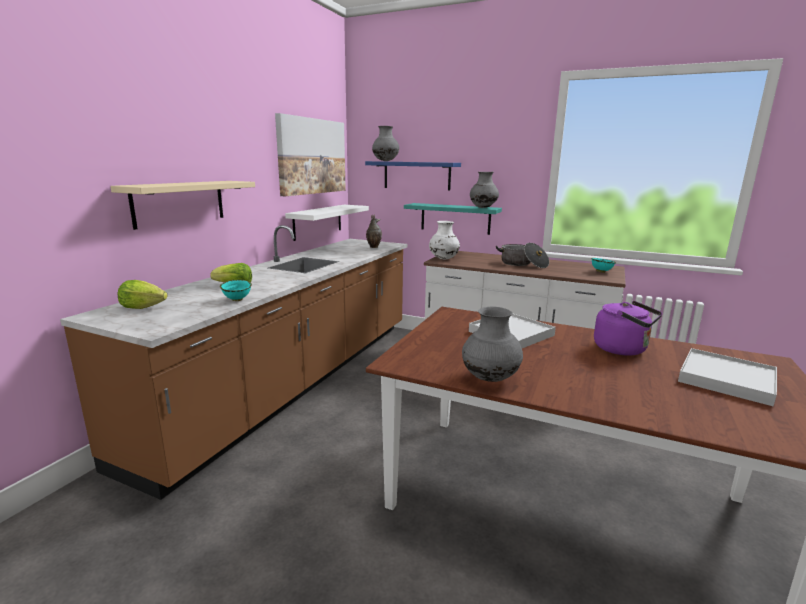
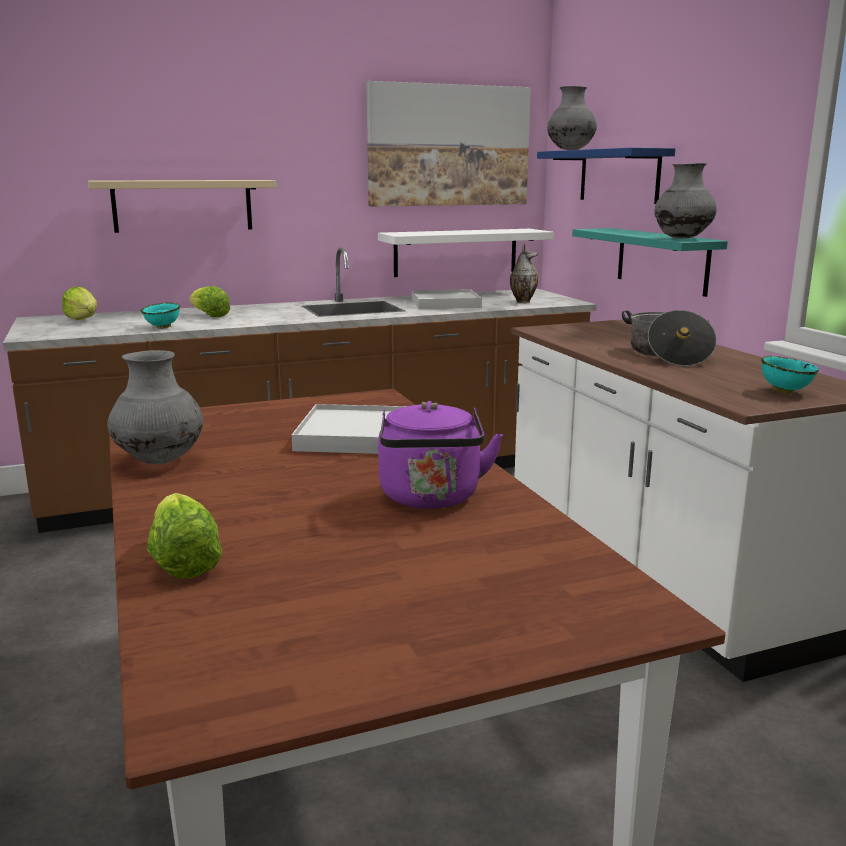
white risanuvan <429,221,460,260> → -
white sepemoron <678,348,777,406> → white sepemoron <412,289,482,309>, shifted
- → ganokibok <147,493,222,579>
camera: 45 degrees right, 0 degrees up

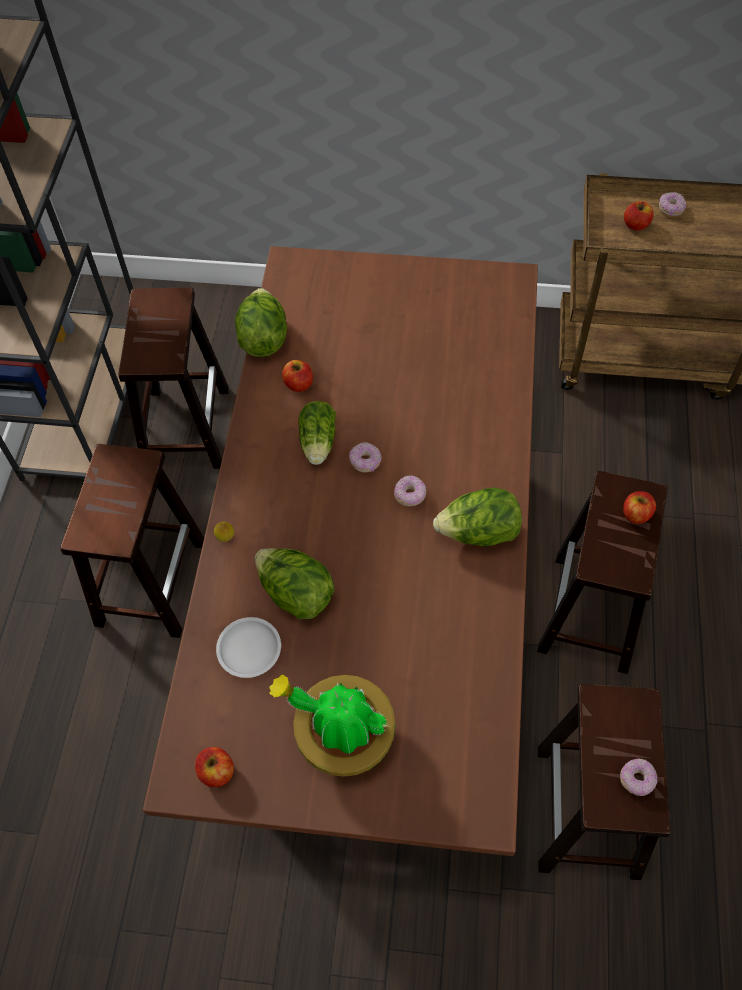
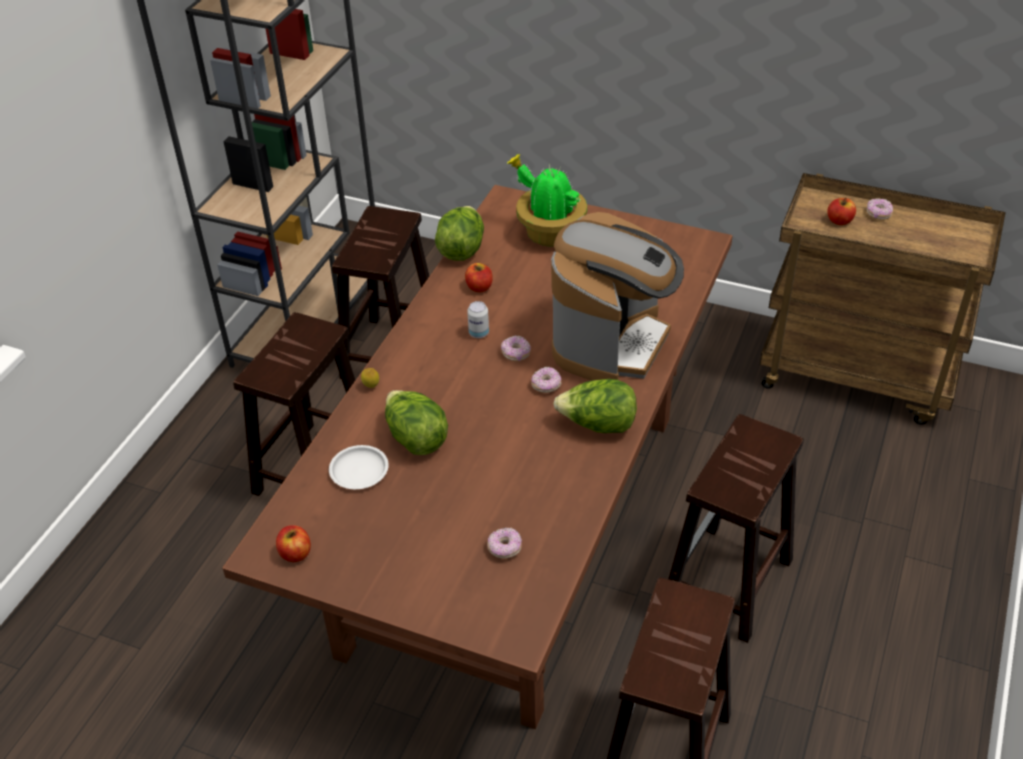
ganokibok <298,401,336,465> → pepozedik <467,301,489,338>
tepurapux <623,491,656,524> → -
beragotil <269,675,395,777> → beragotil <507,154,587,247>, shifted
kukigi <620,758,658,796> → kukigi <487,528,522,559>, shifted
- → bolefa <551,212,684,380>
camera: 15 degrees right, 15 degrees down

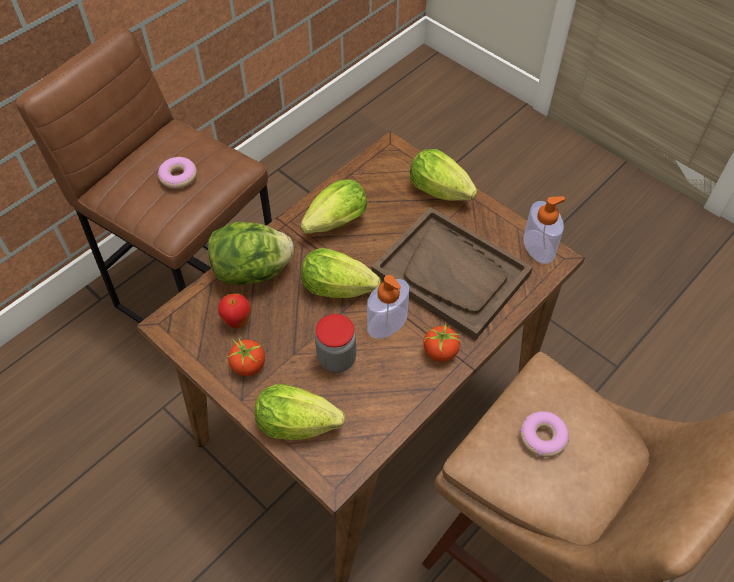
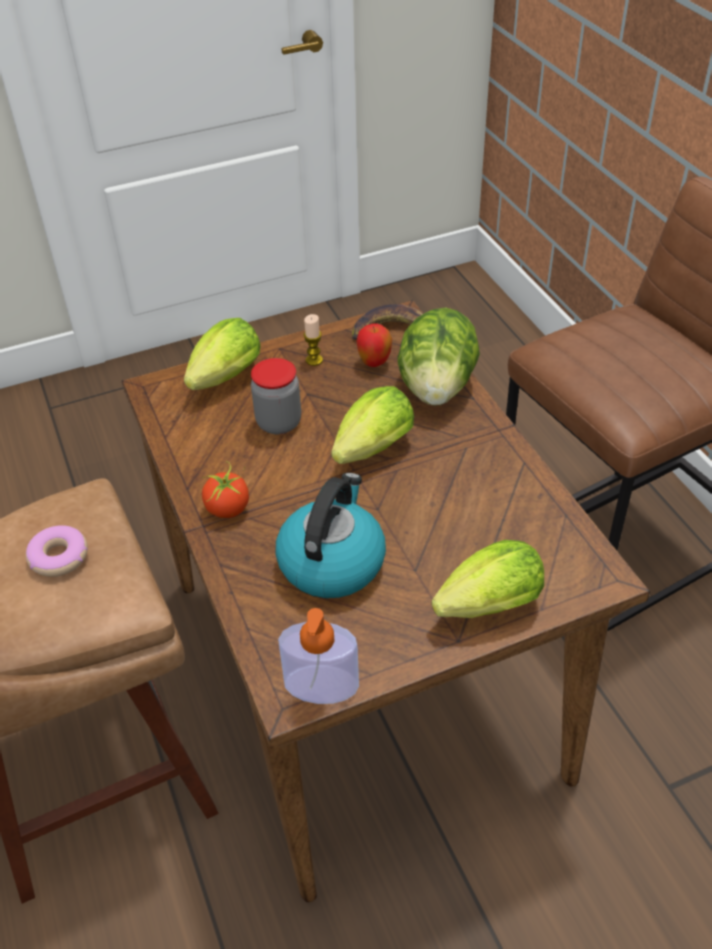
kukigi <158,157,197,189> → -
ganokibok <300,179,367,234> → -
brown sepemoron <371,207,533,341> → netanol <275,473,386,598>
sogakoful <367,275,409,339> → -
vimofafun <227,337,265,376> → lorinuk <304,314,323,366>
- → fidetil <352,304,423,340>
camera: 115 degrees right, 10 degrees down

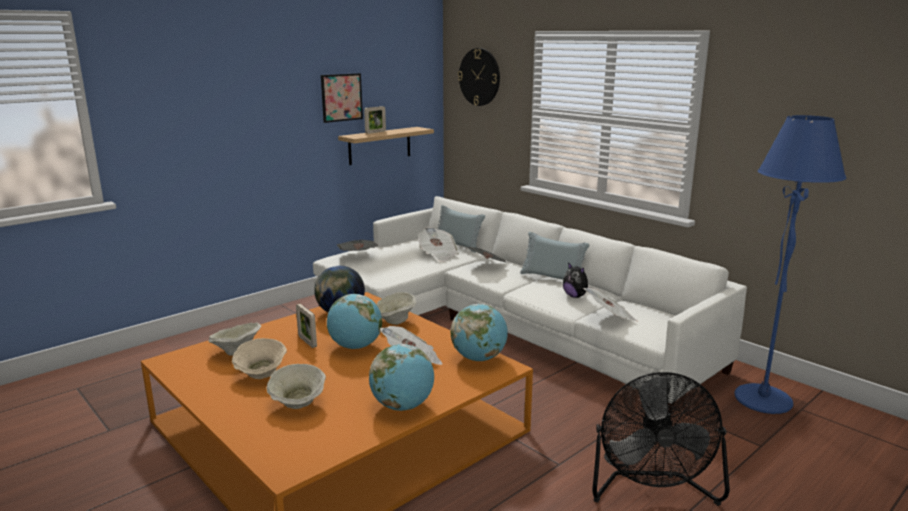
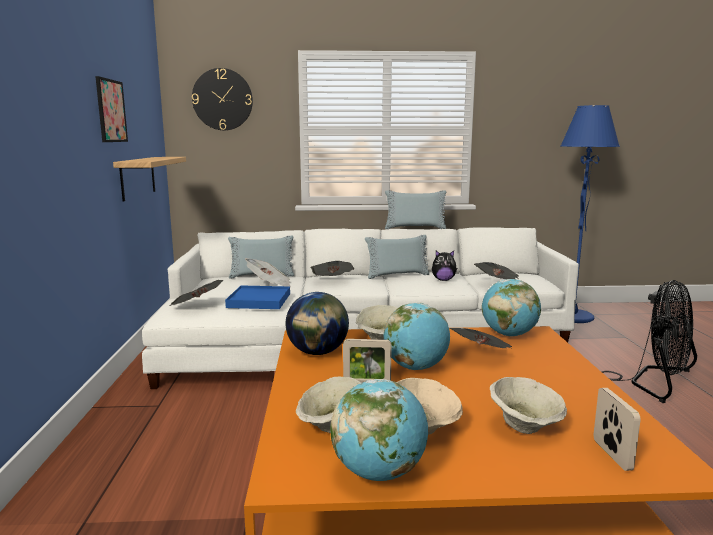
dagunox <364,106,386,134> → dagunox <594,388,641,471>, shifted
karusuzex <369,344,434,411> → karusuzex <330,379,428,481>, shifted
- → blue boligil <385,190,446,229>
- → blue sepemoron <225,285,290,309>
camera: 50 degrees left, 5 degrees down

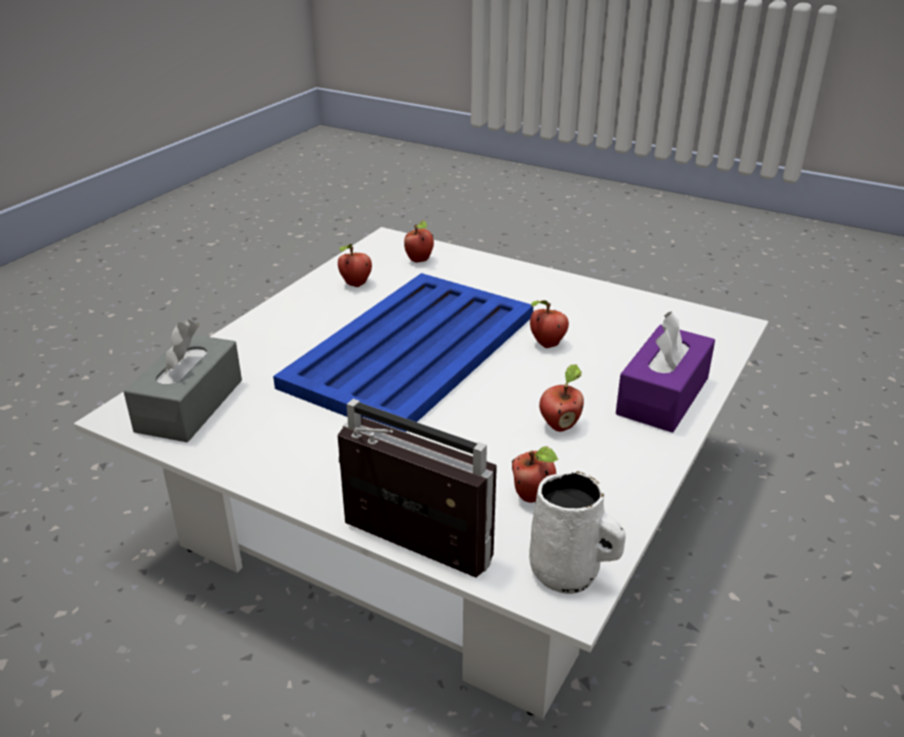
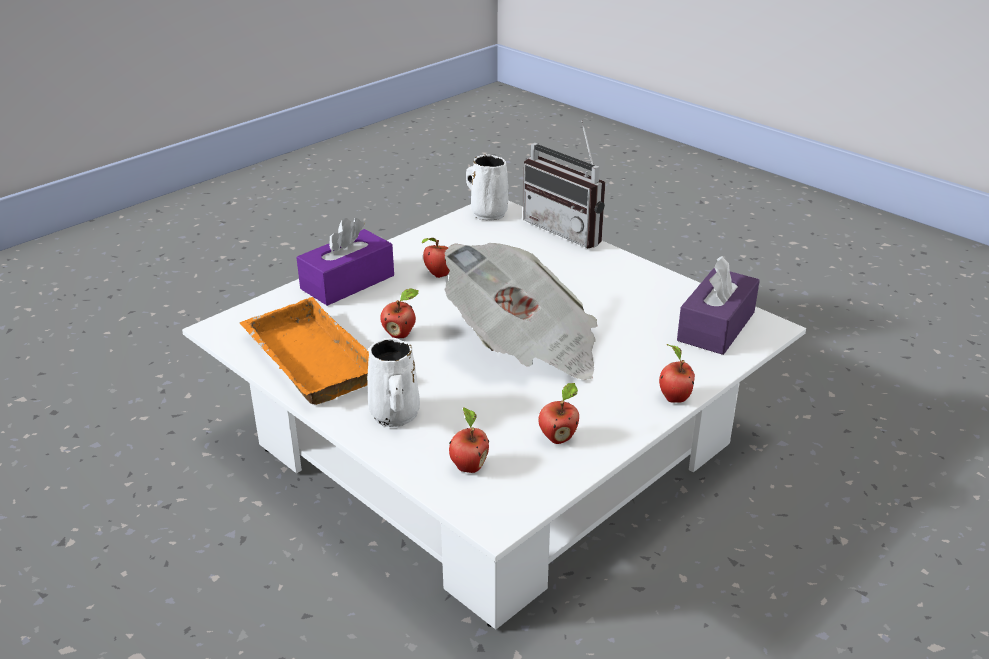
blue sepemoron <273,273,533,432> → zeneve <444,243,598,380>
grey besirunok <123,320,242,443> → purple besirunok <677,256,760,355>
tepurapux <512,446,558,503> → tepurapux <659,344,695,403>, shifted
- → orange sepemoron <239,297,369,405>
- → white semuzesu <367,338,420,427>
camera: 165 degrees left, 0 degrees up

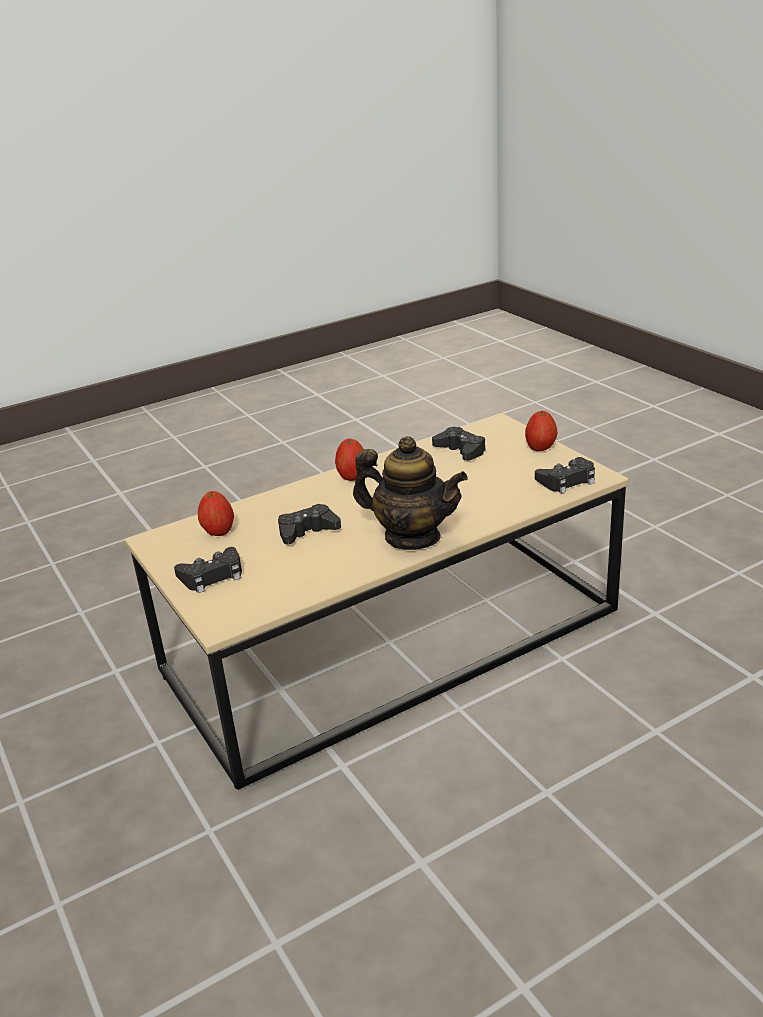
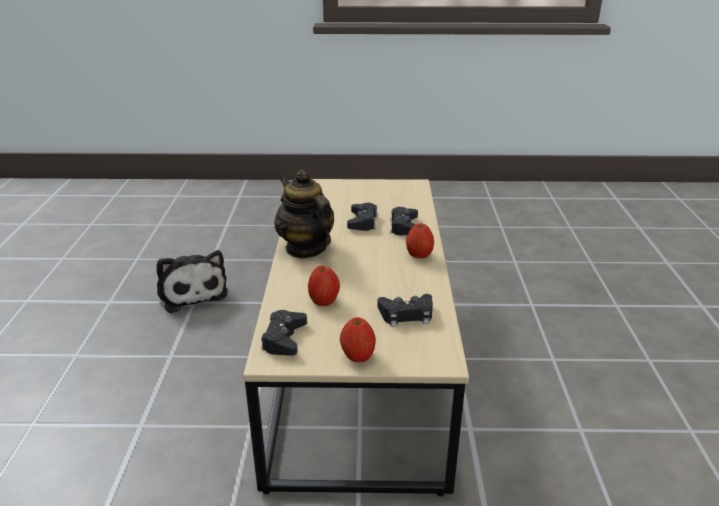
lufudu <353,436,468,550> → lufudu <274,170,334,258>, 90 degrees clockwise
tepurapux <198,491,234,536> → tepurapux <308,266,340,306>, shifted
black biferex <174,547,242,593> → black biferex <390,207,418,235>, shifted
- → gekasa <156,250,228,313>
camera: 120 degrees right, 0 degrees up

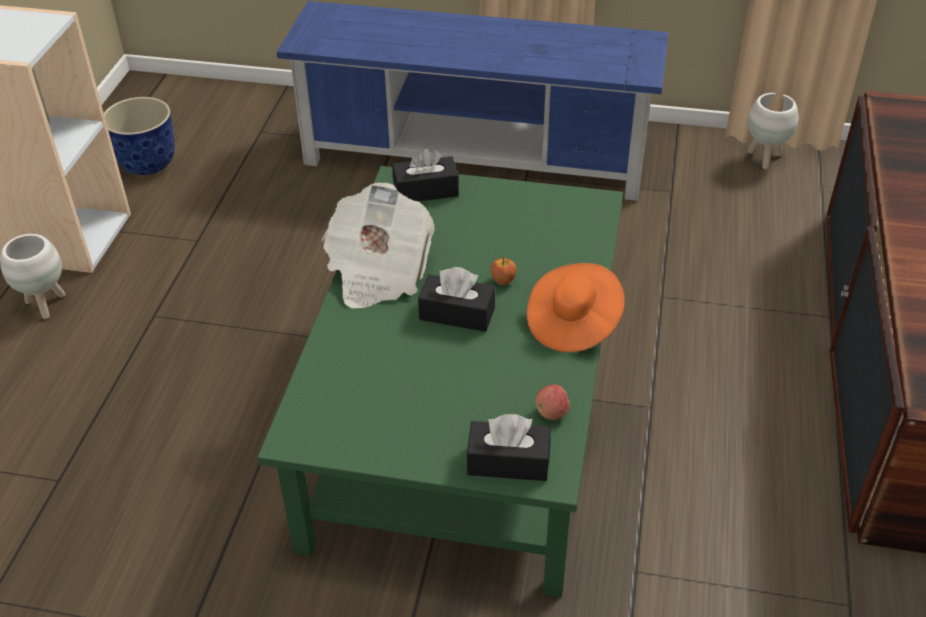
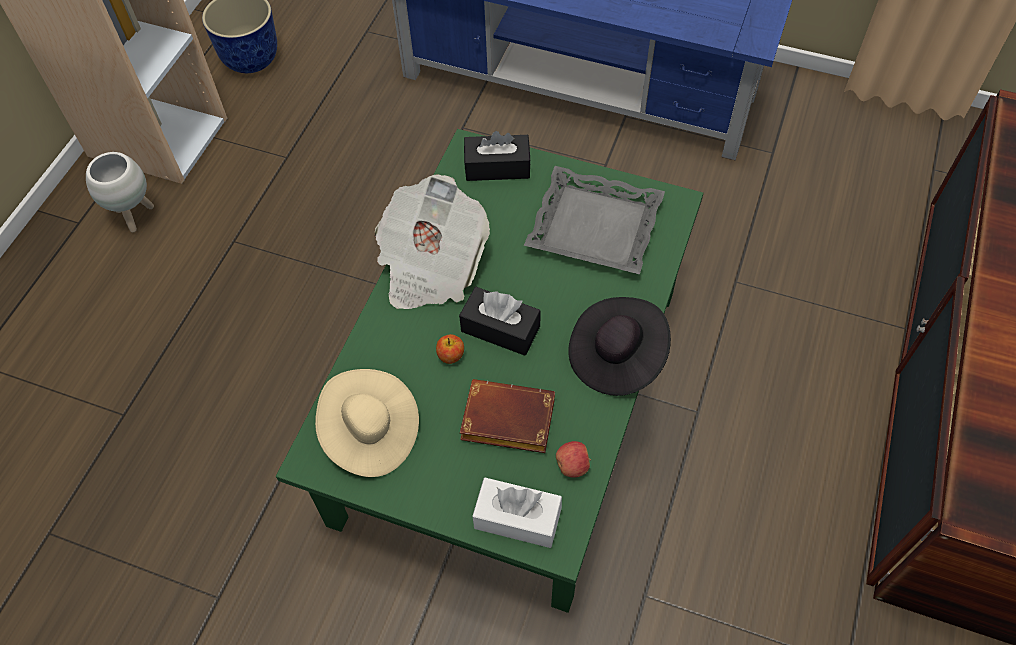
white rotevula <748,93,798,169> → -
tepurapux <491,257,517,285> → tepurapux <436,334,464,364>, shifted
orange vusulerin <527,263,625,352> → black vusulerin <568,297,671,396>
black besirunok <466,414,551,481> → white besirunok <473,478,562,548>
- → grey sepemoron <524,166,665,274>
- → beige vusulerin <315,369,419,477>
- → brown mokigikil <460,379,555,453>
camera: 10 degrees right, 15 degrees up

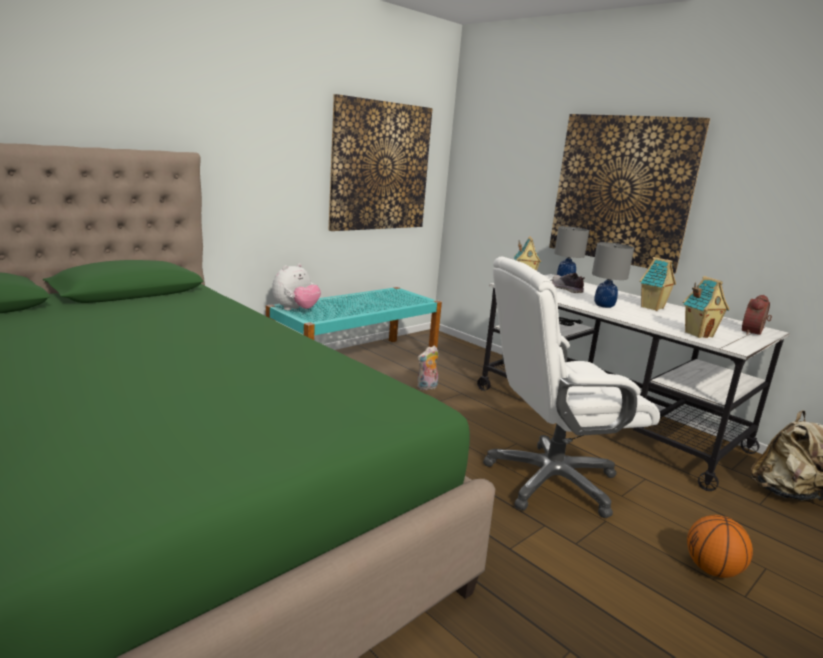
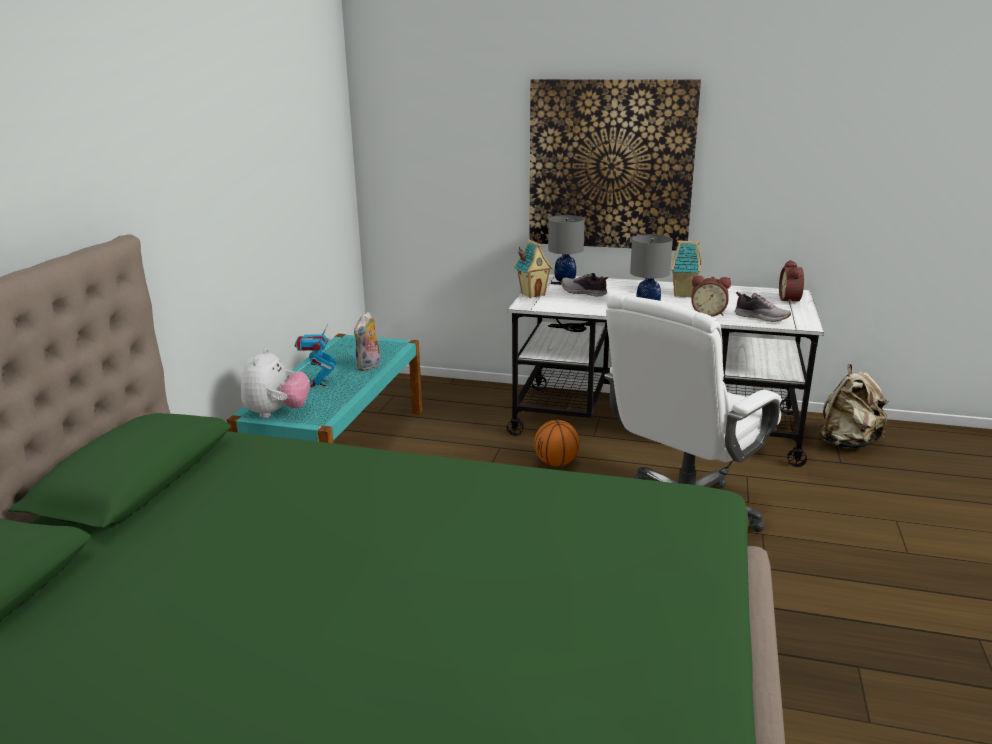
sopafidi <329,94,433,231> → -
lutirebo <683,276,730,338> → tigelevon <735,292,791,322>
gekasa <417,346,438,390> → gekasa <354,311,381,371>, shifted
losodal <687,515,753,578> → losodal <534,420,580,467>, shifted
- → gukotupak <691,275,731,317>
- → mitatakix <295,324,337,387>
camera: 30 degrees left, 5 degrees up

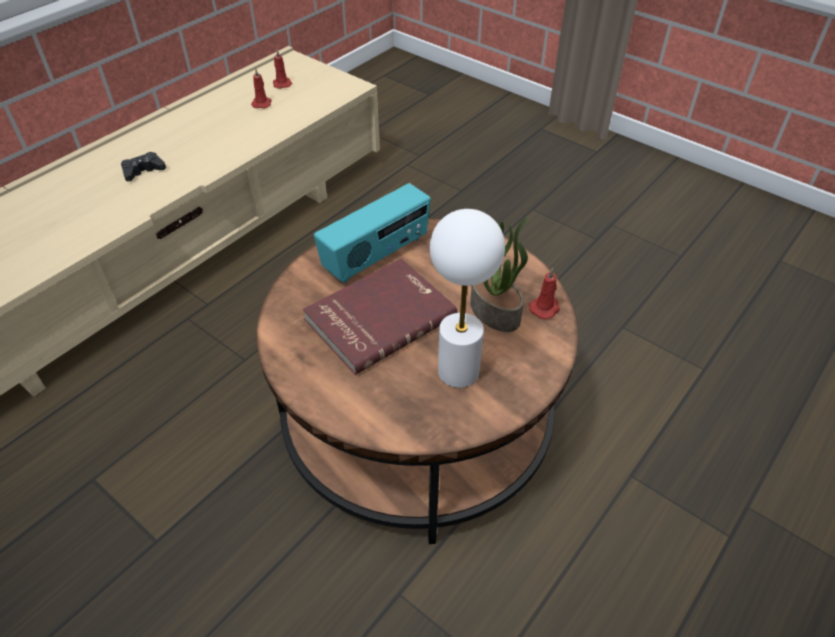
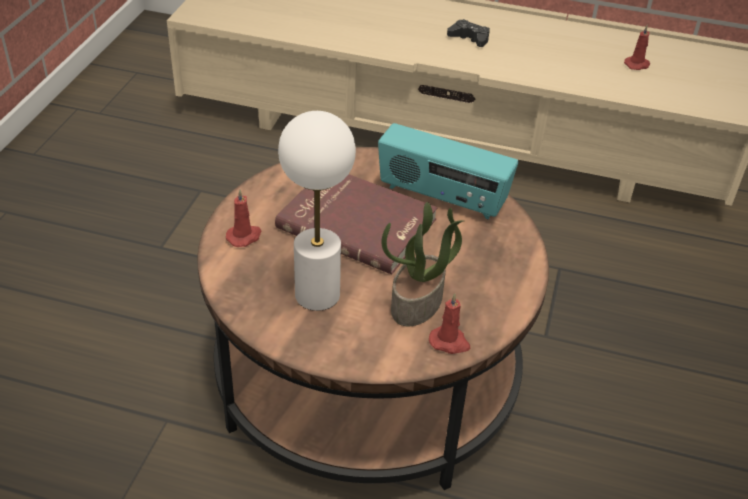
red lorinuk <273,49,292,89> → red lorinuk <226,189,261,247>, shifted
camera: 65 degrees right, 5 degrees down

